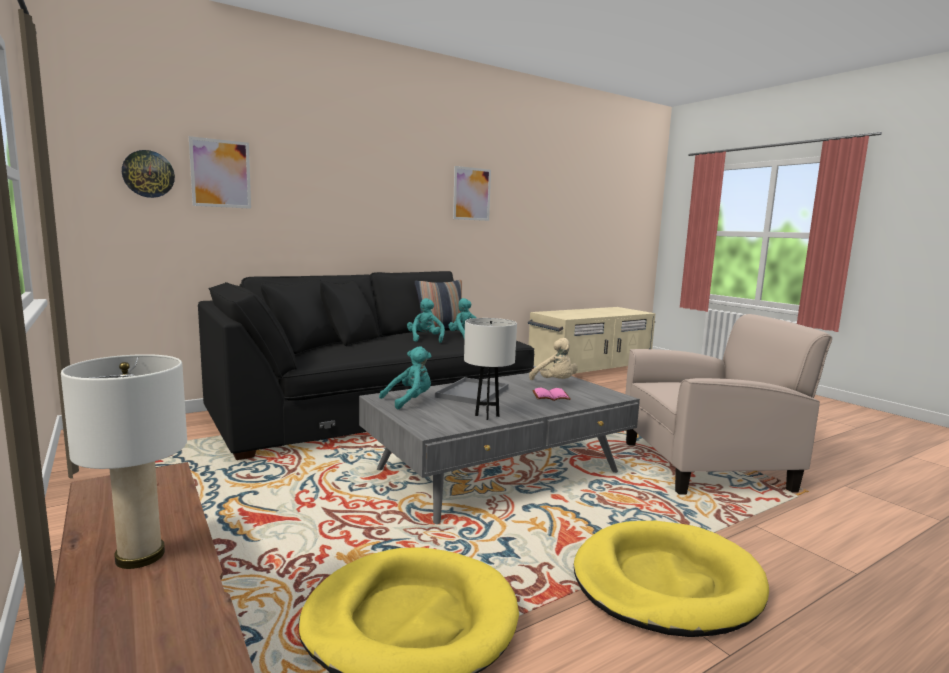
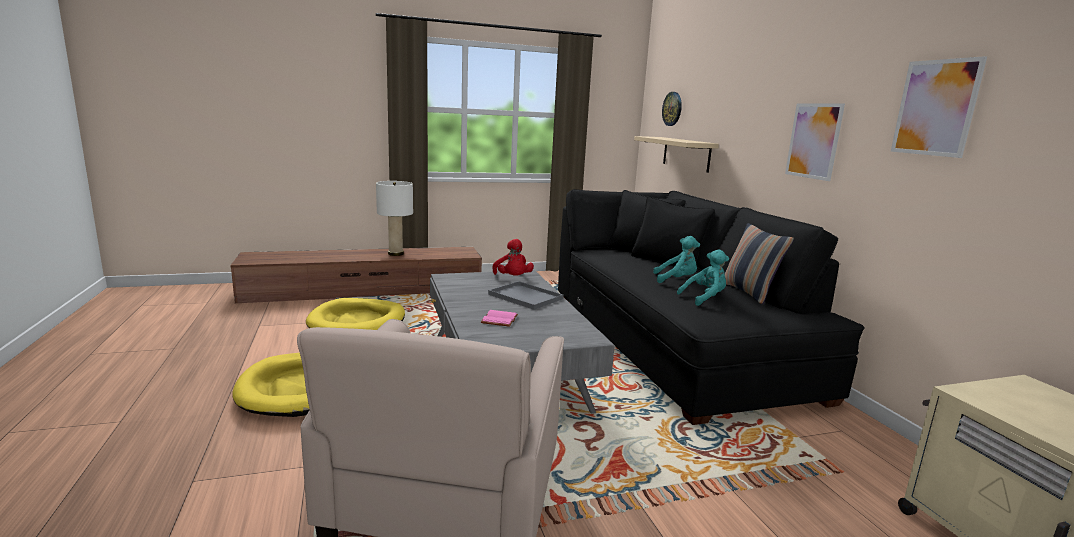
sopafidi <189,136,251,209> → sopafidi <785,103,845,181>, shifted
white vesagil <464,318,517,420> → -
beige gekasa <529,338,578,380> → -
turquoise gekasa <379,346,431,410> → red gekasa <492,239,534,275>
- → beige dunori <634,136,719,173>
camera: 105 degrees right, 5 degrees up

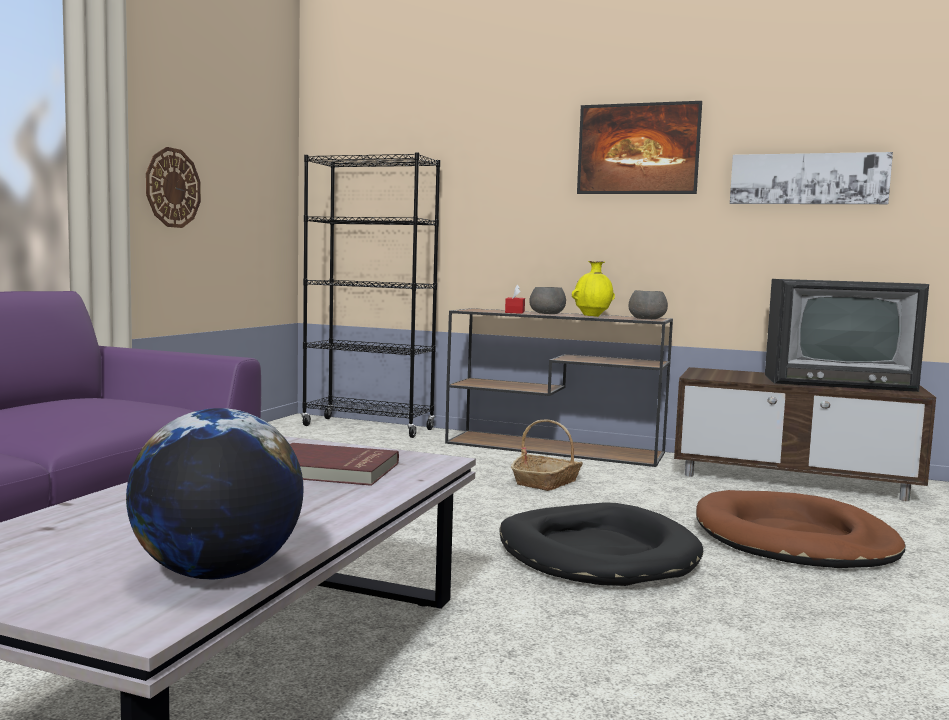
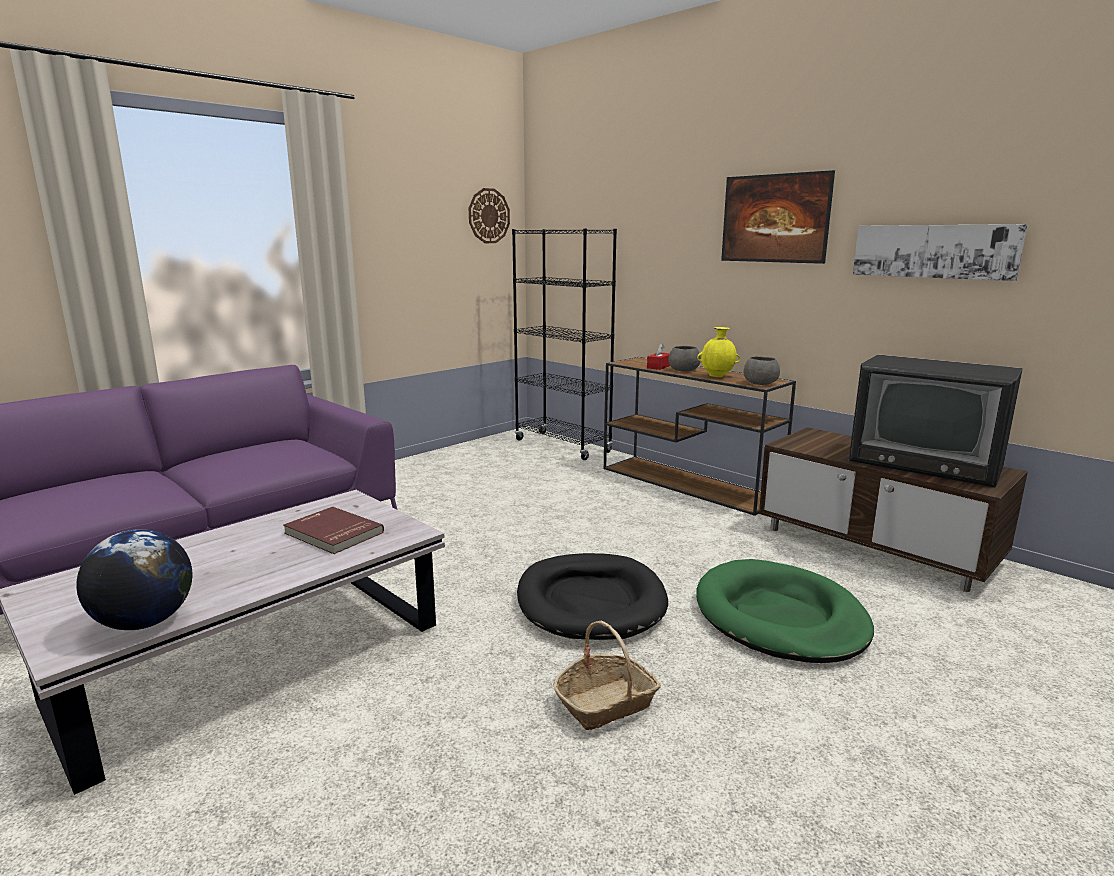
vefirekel <146,147,201,228> → vefirekel <469,188,510,243>, shifted
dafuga <511,420,583,491> → dafuga <553,621,661,730>, shifted
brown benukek <696,490,905,568> → green benukek <696,559,874,663>
camera: 25 degrees right, 10 degrees up

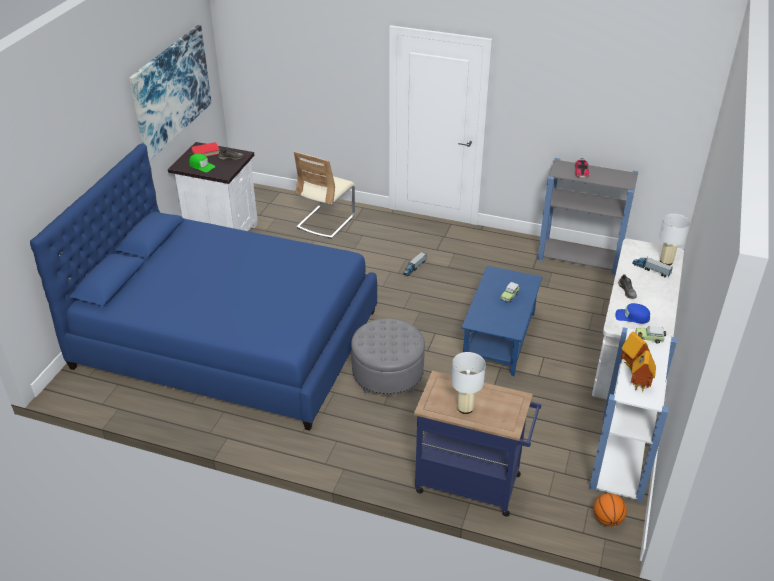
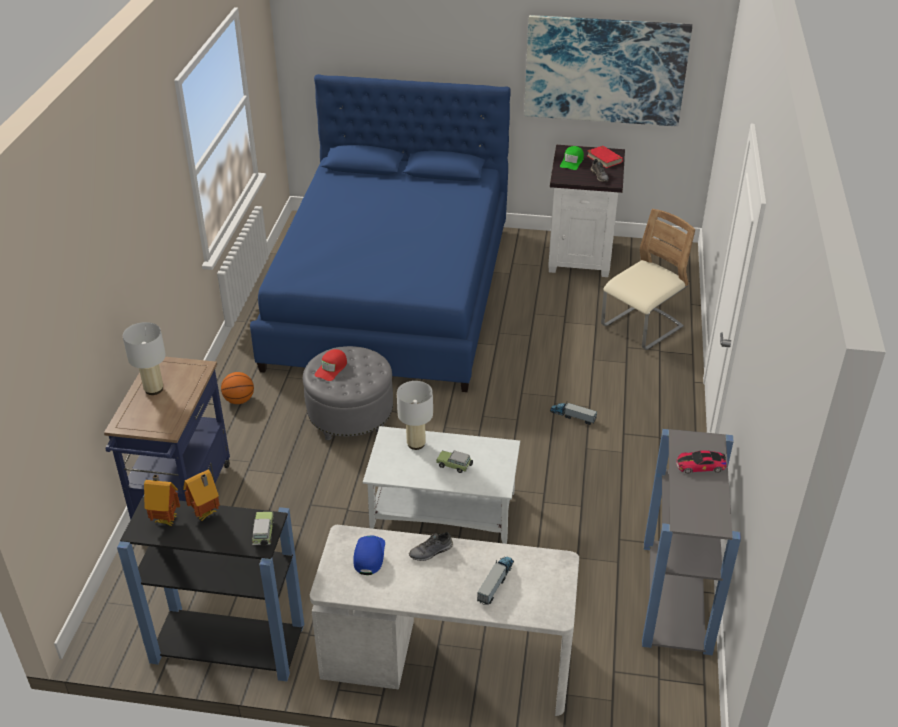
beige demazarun <294,151,355,239> → beige demazarun <601,209,695,350>, 120 degrees clockwise
white vesagil <659,214,690,265> → white vesagil <397,381,433,450>, shifted
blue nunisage <461,266,542,376> → white nunisage <363,426,520,544>
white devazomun <589,327,677,503> → black devazomun <117,496,304,681>
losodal <594,493,627,526> → losodal <221,372,254,404>, shifted
- → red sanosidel <315,349,347,381>
camera: 80 degrees right, 0 degrees up

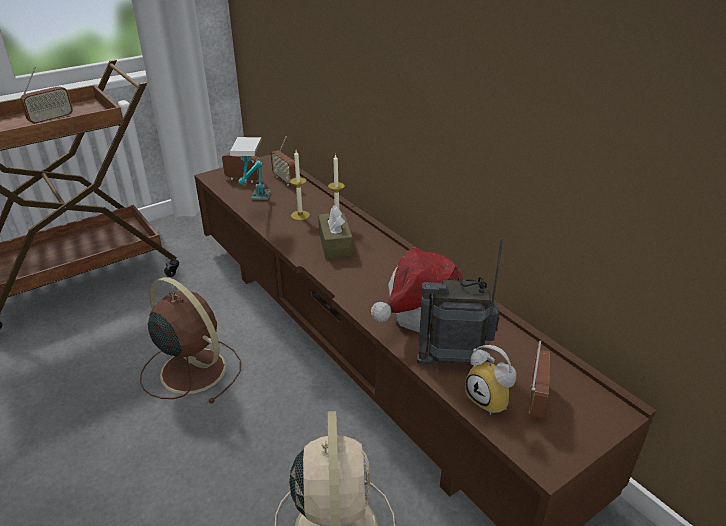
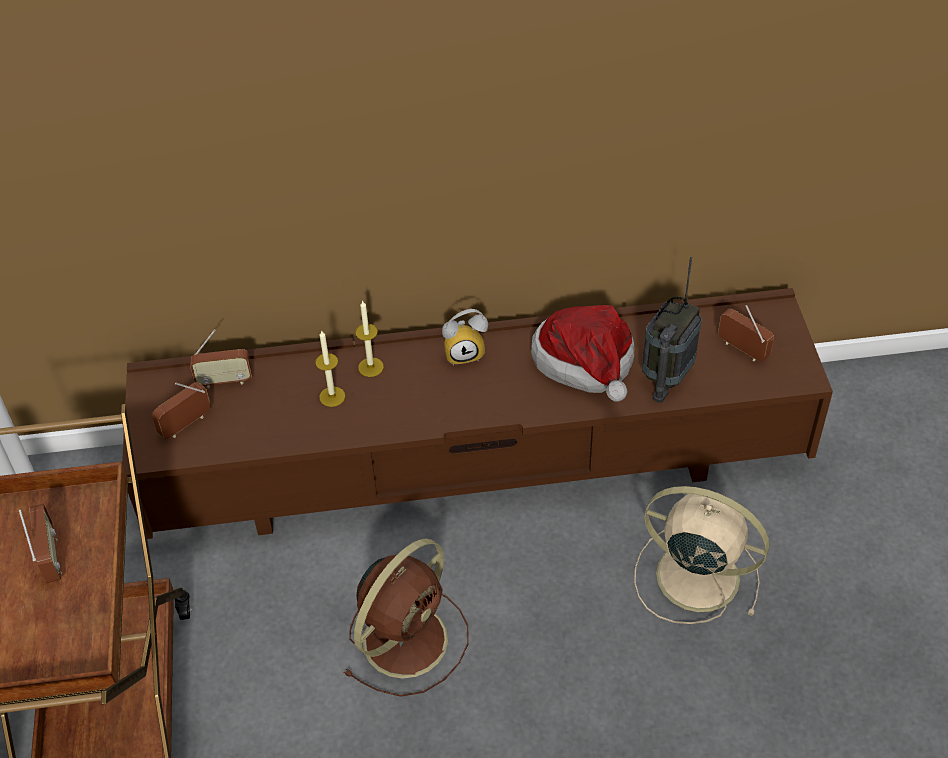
vesagil <230,137,270,200> → -
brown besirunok <318,205,353,259> → -
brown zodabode <140,277,241,404> → brown zodabode <344,538,469,697>, 150 degrees clockwise
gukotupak <465,345,516,415> → gukotupak <442,309,488,366>, shifted
camera: 60 degrees left, 15 degrees up

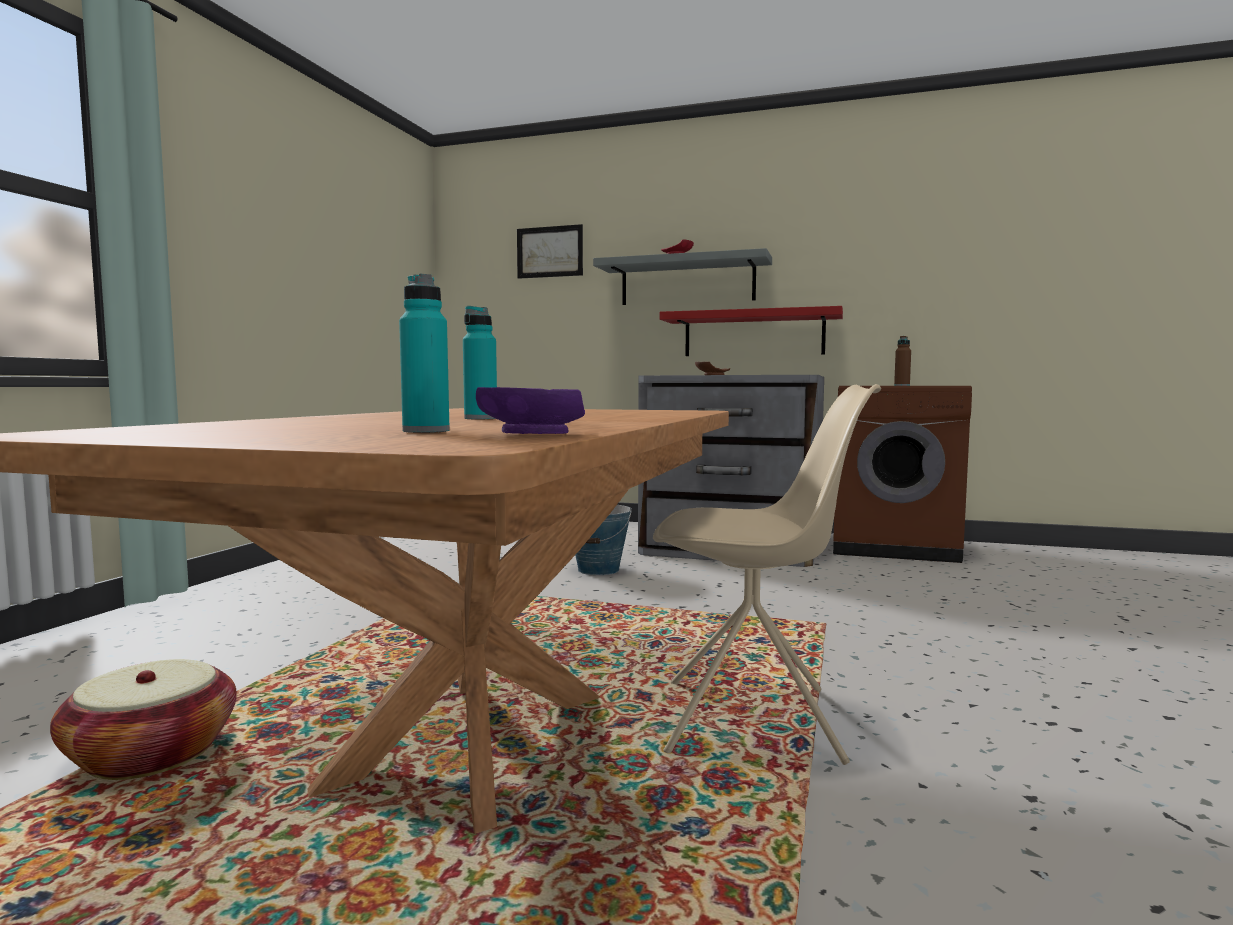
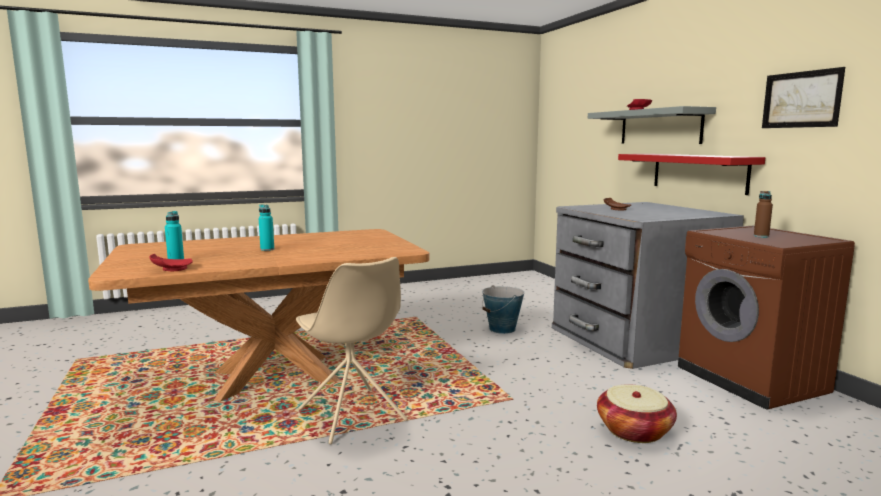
sopafidi <517,224,583,279> → sopafidi <762,67,845,128>, shifted
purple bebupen <476,387,585,434> → red bebupen <150,254,193,271>
dafuga <50,659,237,780> → dafuga <597,384,677,443>, shifted
camera: 50 degrees right, 5 degrees up

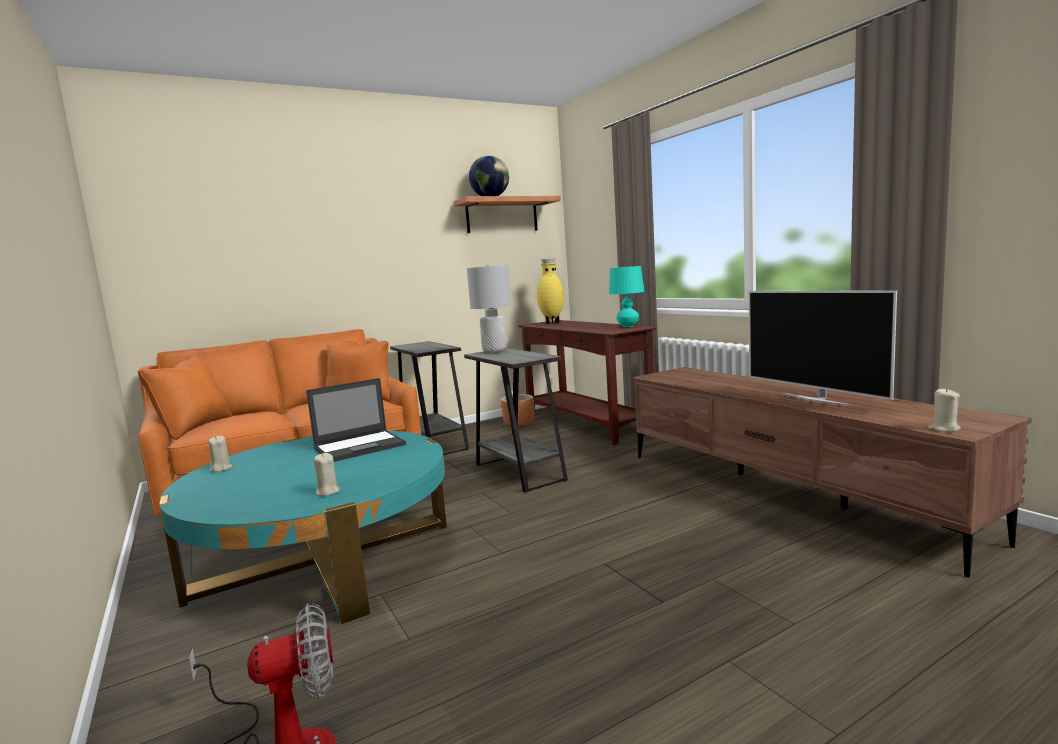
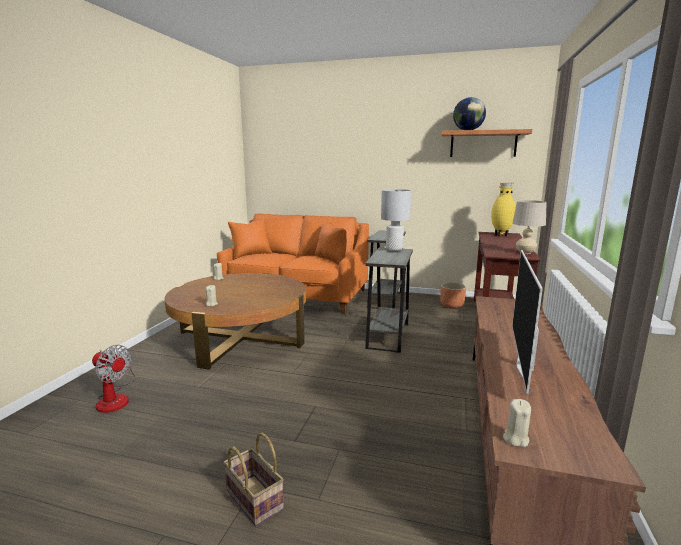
turquoise vesagil <609,266,644,327> → beige vesagil <512,200,547,254>
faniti <306,378,406,462> → -
turquoise nunisage <159,430,447,624> → brown nunisage <164,273,306,369>
- → dafuga <223,433,284,526>
camera: 45 degrees right, 5 degrees up

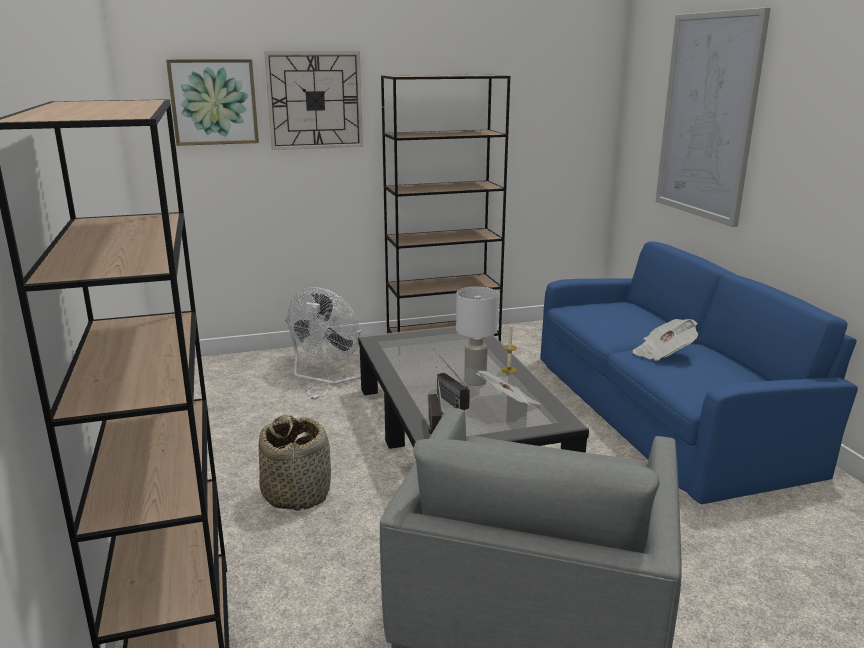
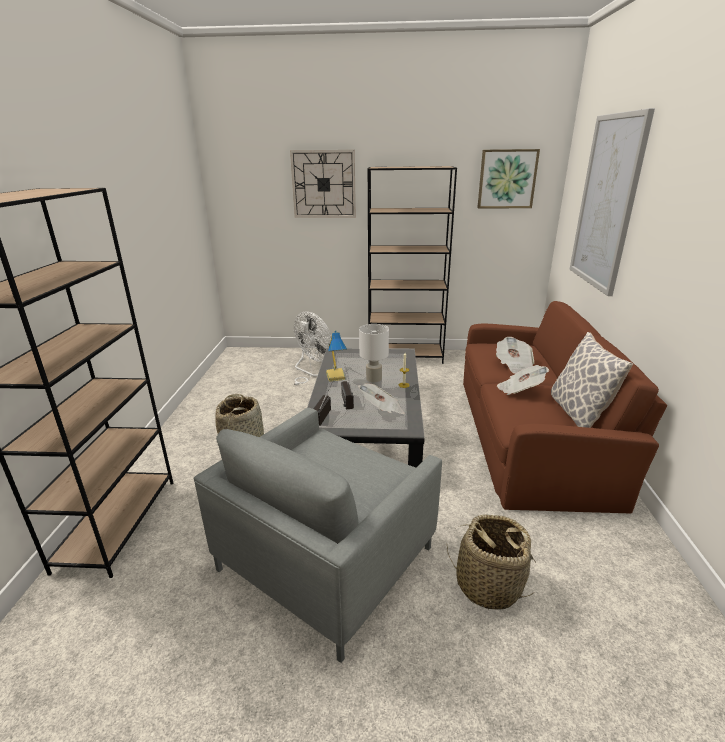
sopafidi <166,59,259,146> → sopafidi <477,149,540,209>, shifted
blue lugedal <541,241,858,504> → brown lugedal <463,301,667,513>
- → vesagil <326,330,347,382>
- → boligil <551,332,633,428>
- → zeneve <496,337,534,374>
- → dafuga <447,514,535,610>
camera: 20 degrees right, 5 degrees up

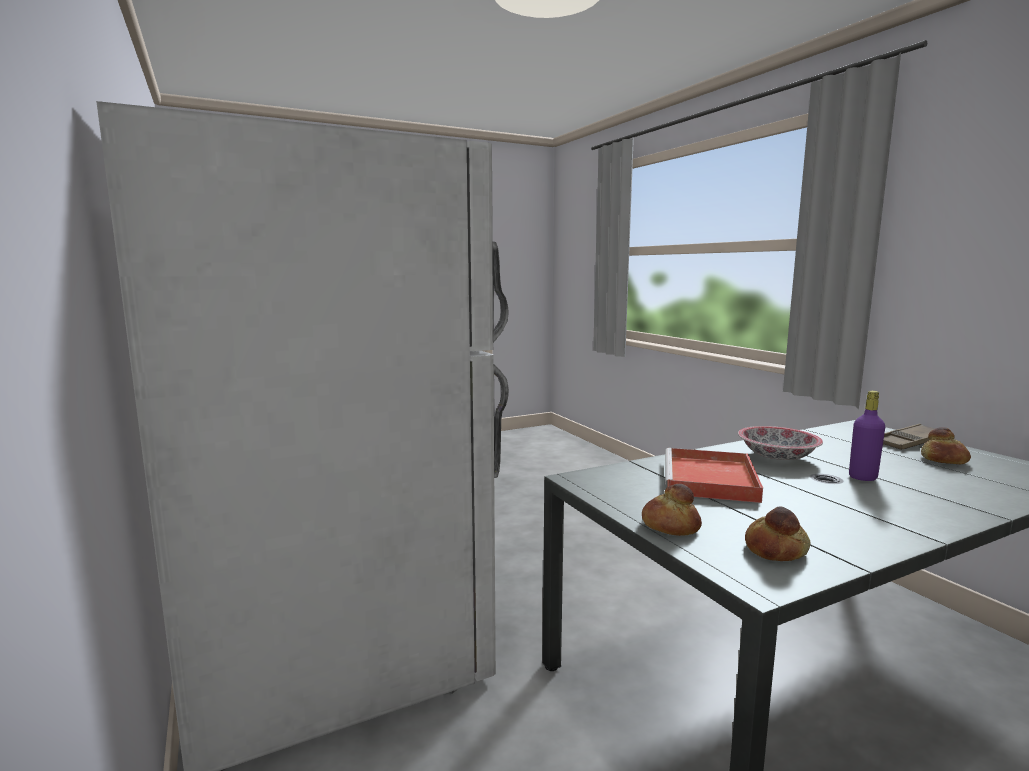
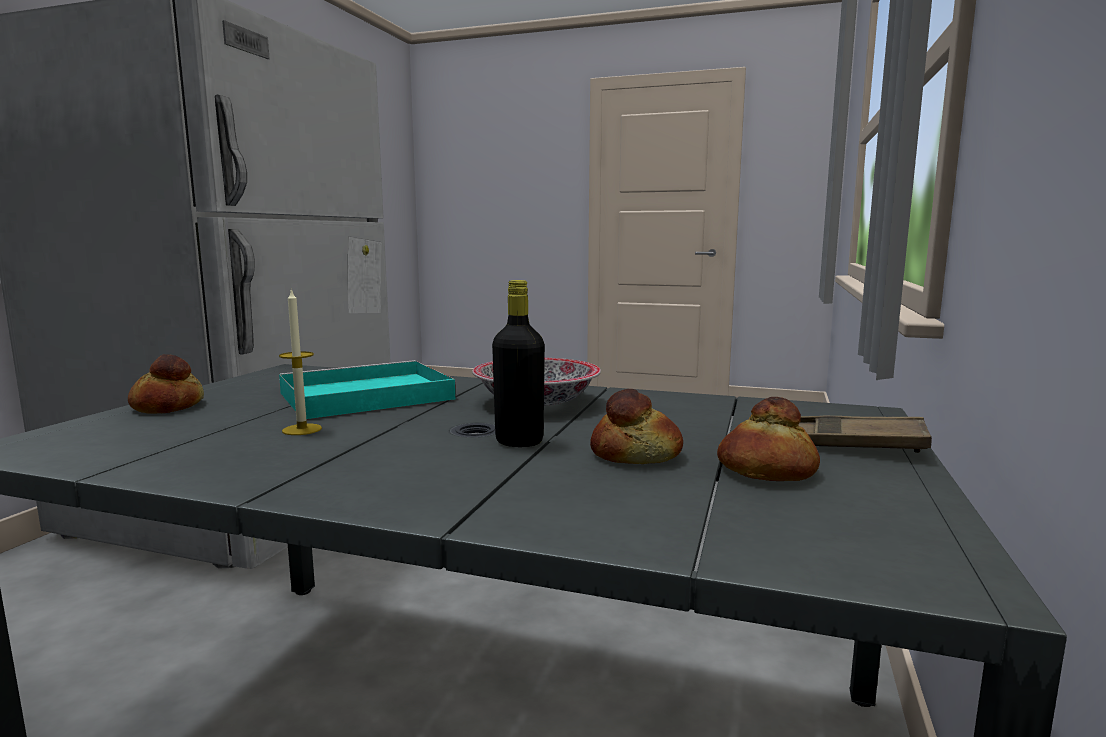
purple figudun <849,391,885,481> → black figudun <492,280,545,447>
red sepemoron <665,448,763,503> → turquoise sepemoron <279,360,456,419>
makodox <745,506,810,561> → makodox <590,389,683,464>, shifted
- → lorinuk <279,288,322,435>
camera: 45 degrees right, 0 degrees up

